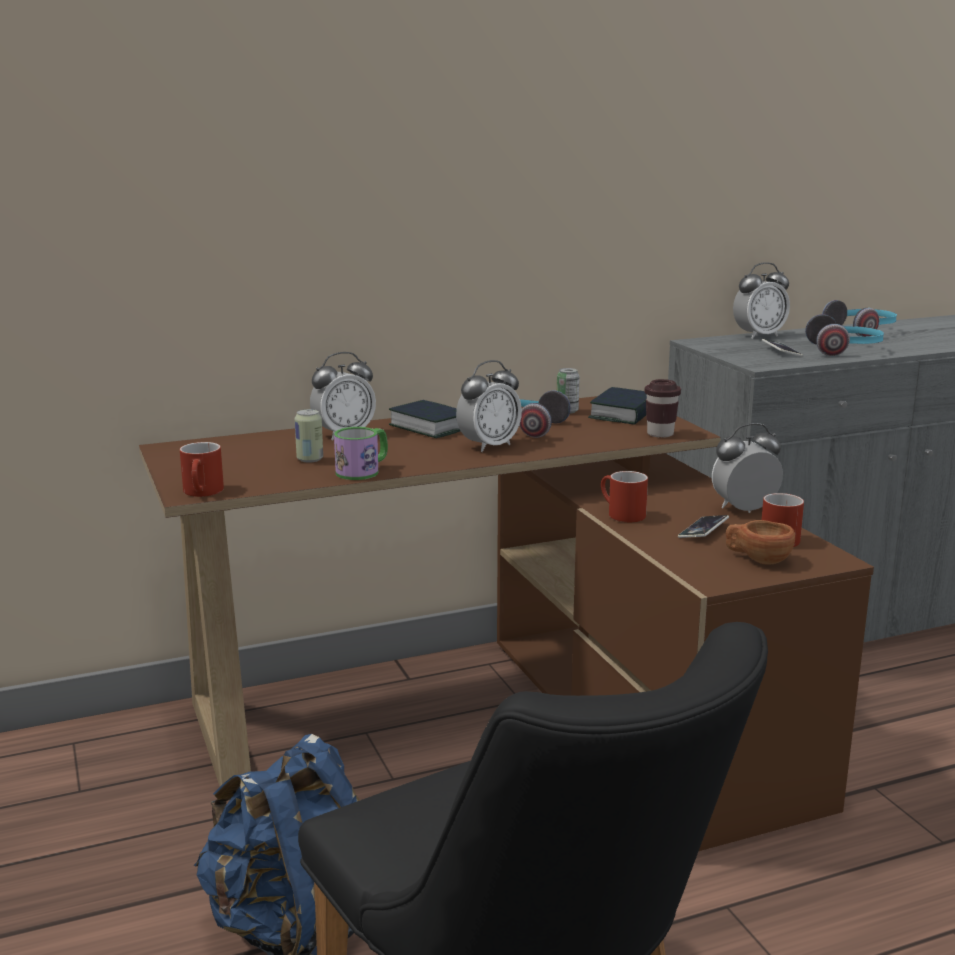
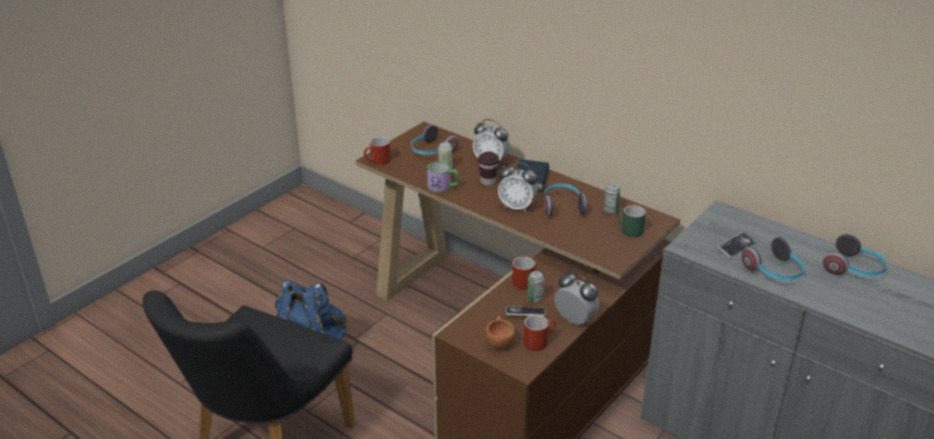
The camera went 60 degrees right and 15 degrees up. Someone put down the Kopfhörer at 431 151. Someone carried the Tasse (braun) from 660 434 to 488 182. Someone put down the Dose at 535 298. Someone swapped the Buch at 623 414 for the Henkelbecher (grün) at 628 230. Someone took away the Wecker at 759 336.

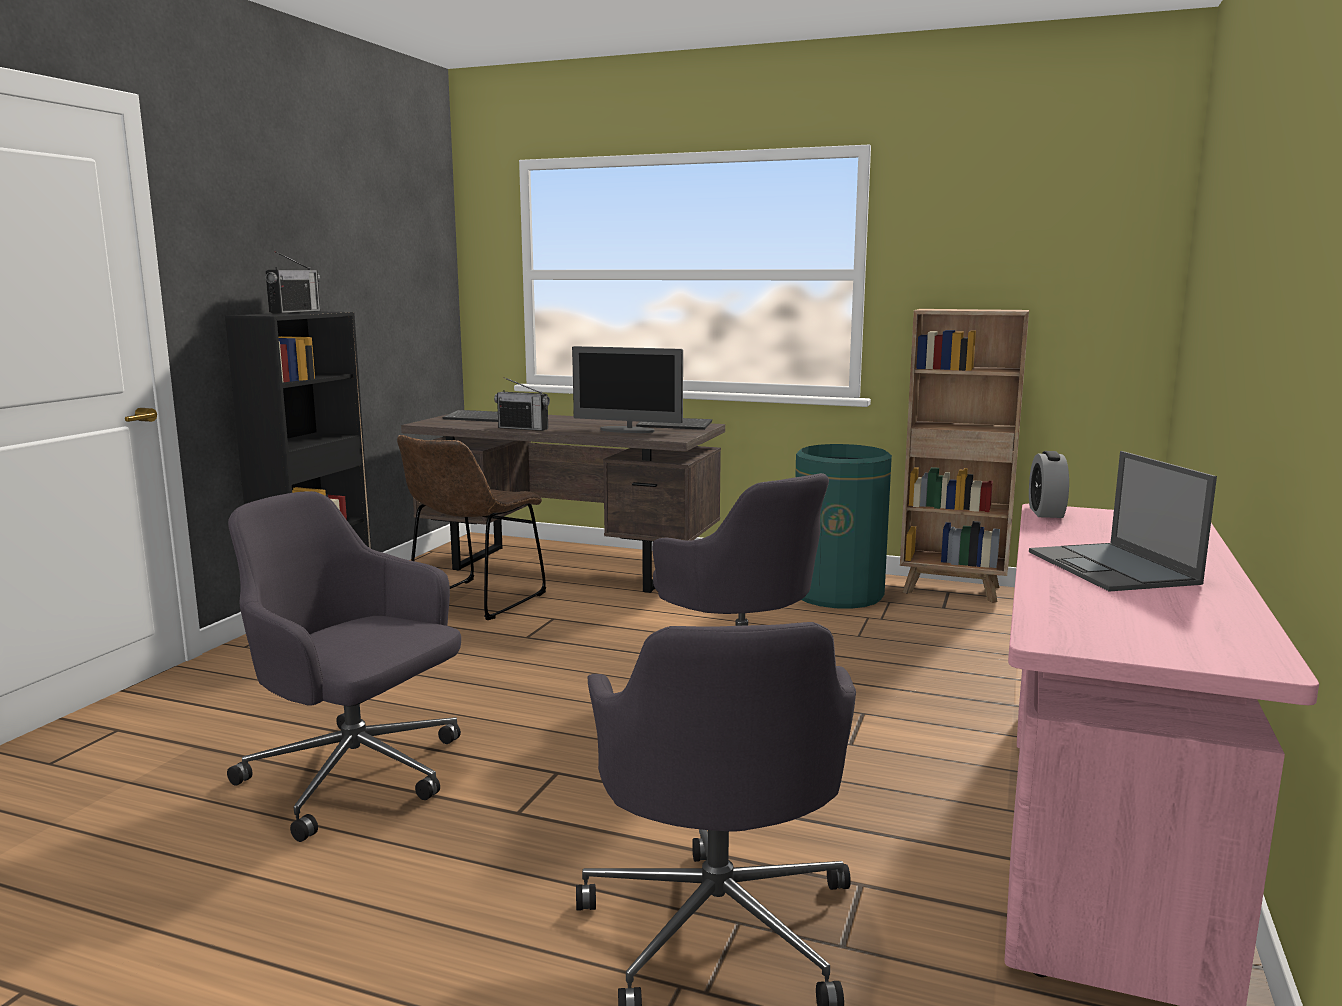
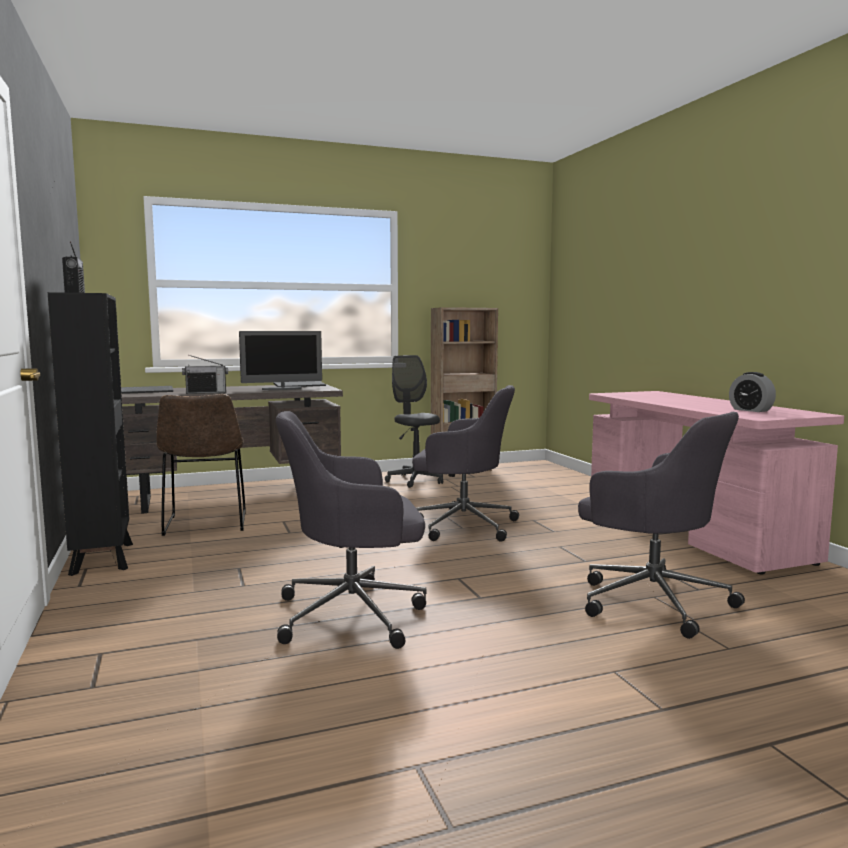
The camera went 40 degrees left and 5 degrees down. Someone swapped the Mülleimer (grün) at 838 594 for the Bürostuhl (grau) at 415 480. Someone carried the Wecker from 1046 512 to 750 410. Someone took away the Laptop at 1113 568.

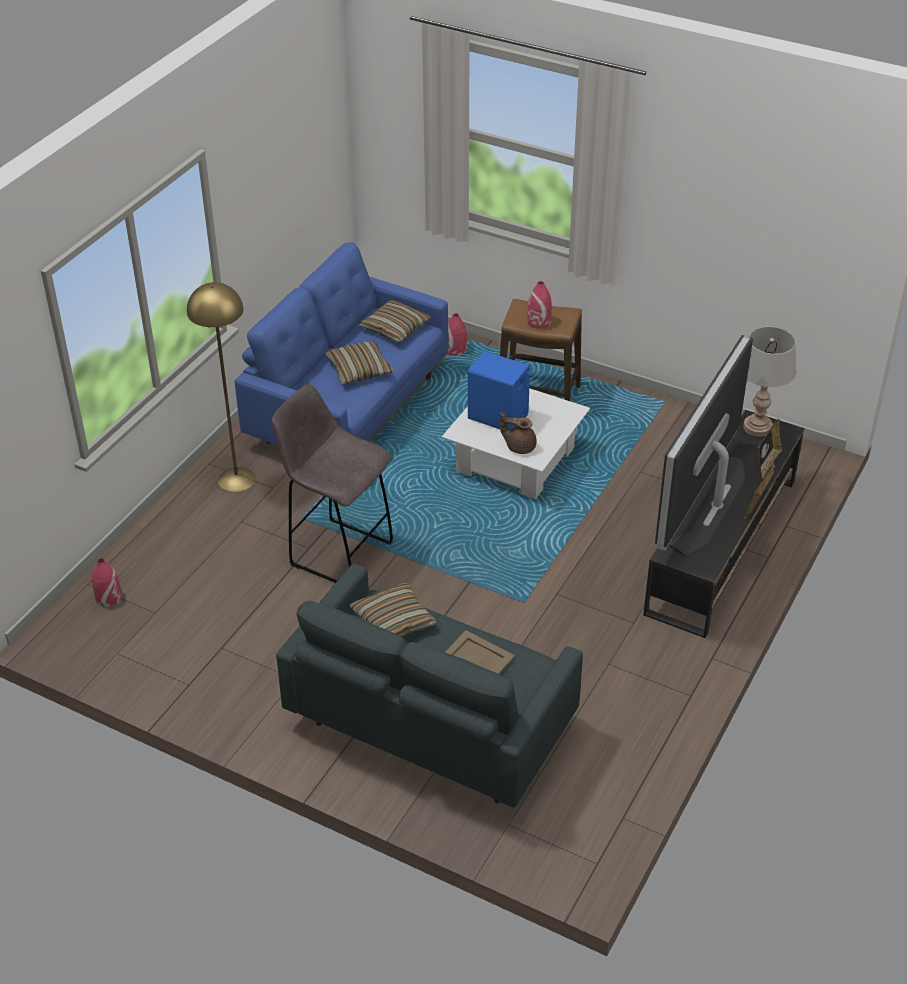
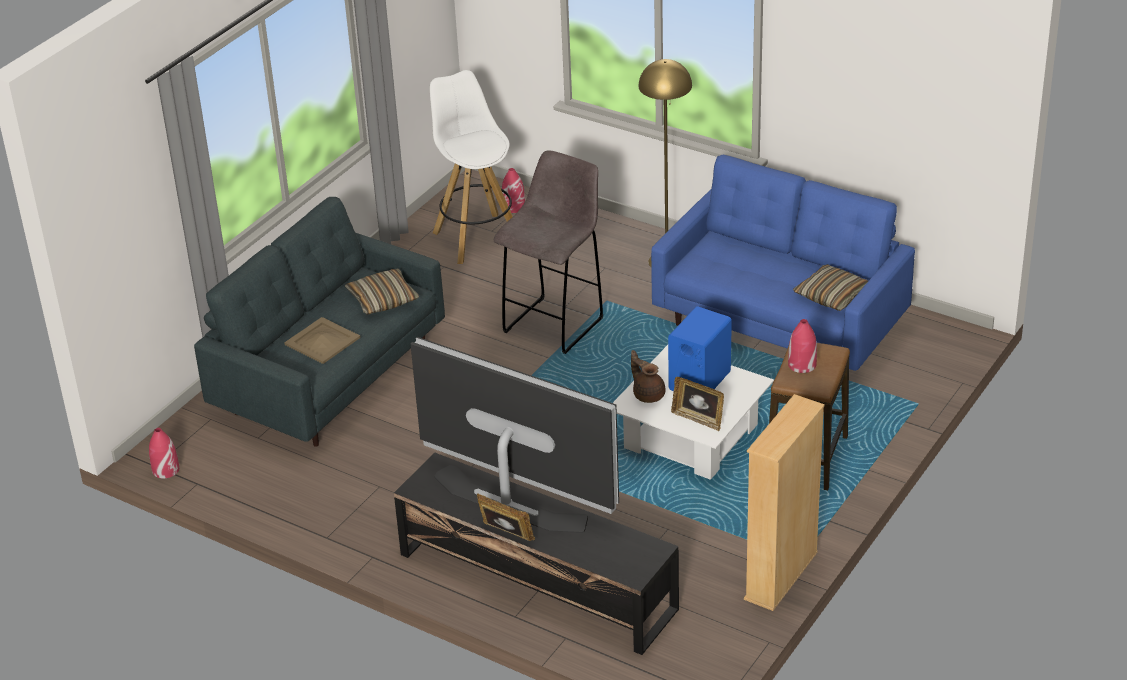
The camera went 95 degrees right and 5 degrees down. Someone carried the Vase (rot) from 455 350 to 165 470. Someone put down the Hocker (weiß) at 477 238. Someone rotated the Teekanne (braun) at 519 446 by 60 degrees counterclockwise. Someone carried the Bilderrahmen from 766 463 to 698 419. Someone put down the Bücherregal (beige) at 781 576. Someone took away the Kissen at 359 369. Someone took away the Tischlampe (grau) at 757 428.

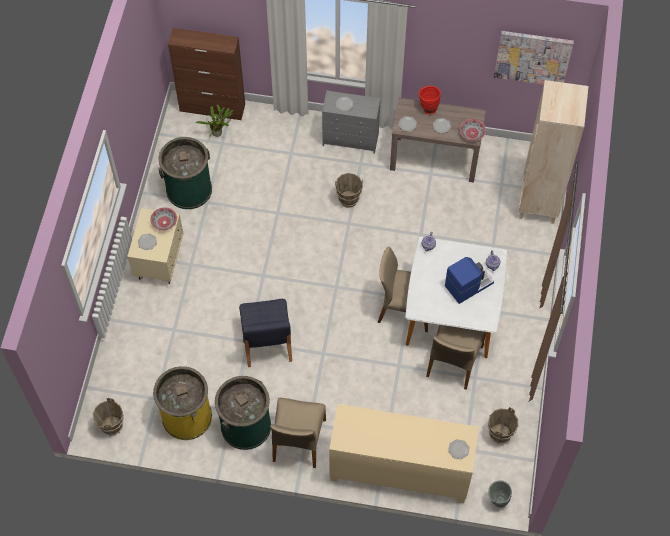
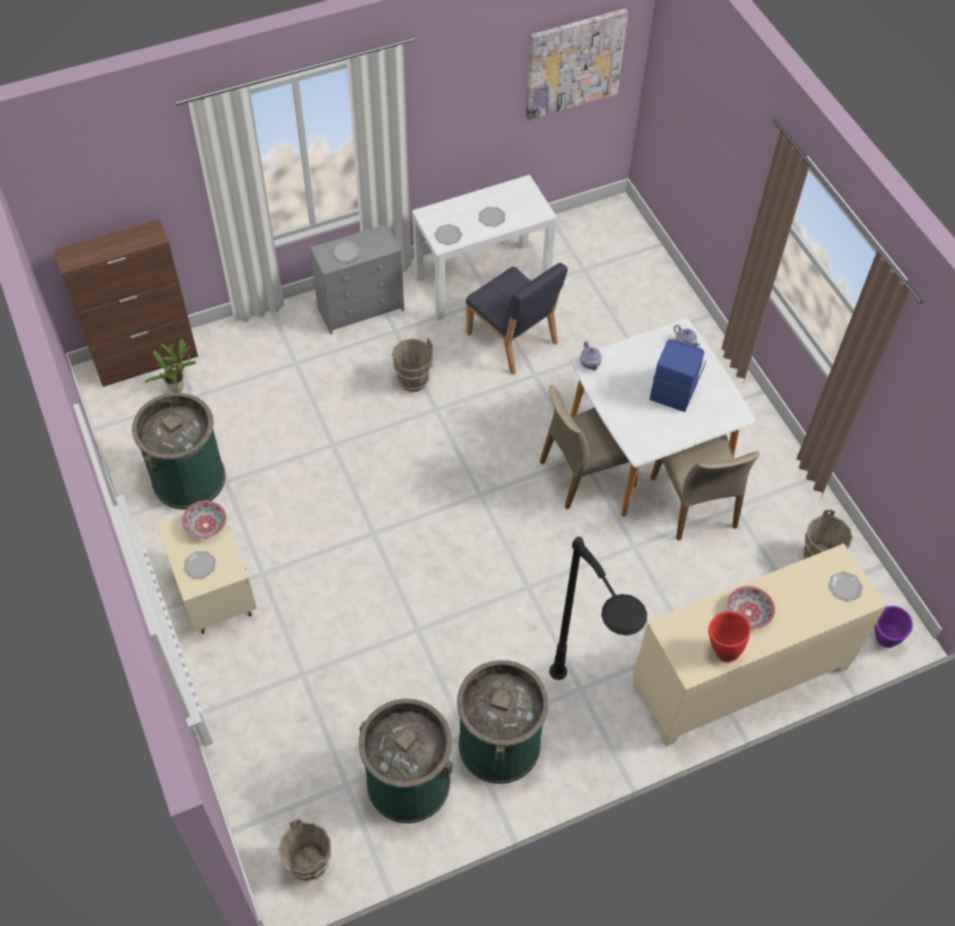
The camera went 35 degrees left and 5 degrees down. Someone repainted the Mülleimer (gelb) at 187 416, which became the Mülleimer (grün) at 408 782. Someone repainted the Konsolentisch (braun) at 435 158, which became the Konsolentisch (weiß) at 482 280. Someone carried the Stuhl (blau) from 266 342 to 512 339. Someone swapped the Stuhl (beige) at 298 441 for the Stehlampe (schwarz) at 583 720. Someone carried the Vase (rot) from 428 108 to 721 650. Someone carried the Schüssel from 471 133 to 748 613. Someone repainted the Vase (grau) at 497 501, which became the Vase (lila) at 883 641. Someone took away the Bücherregal (beige) at 539 203.

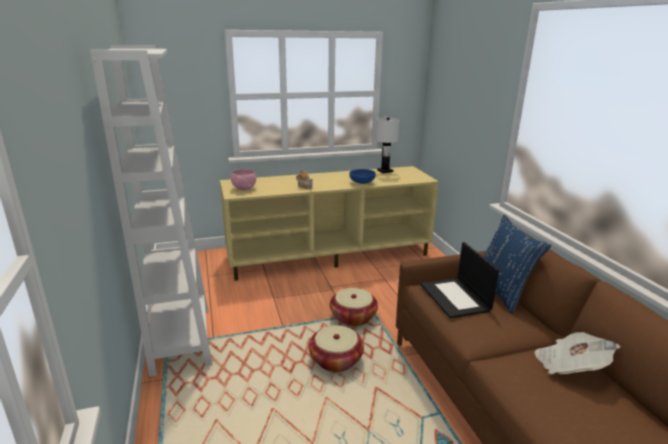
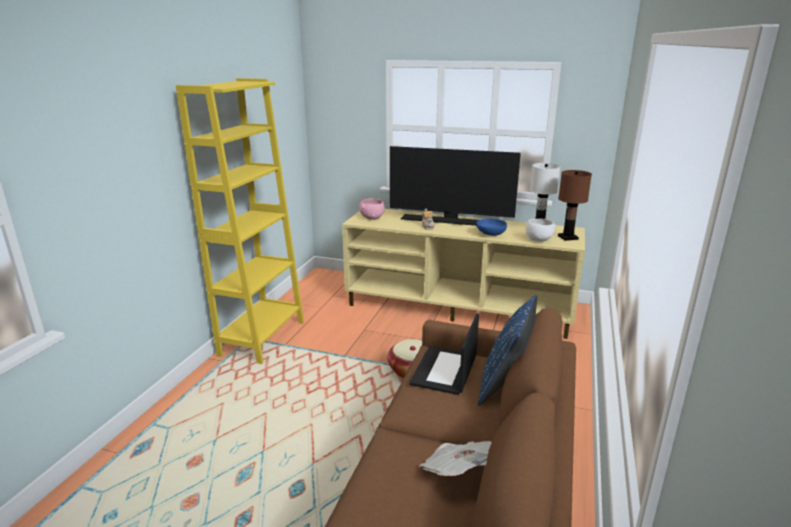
The camera went 35 degrees right and 0 degrees up. Someone repainted the Bücherregal (weiß) at 181 340, which became the Bücherregal (gelb) at 262 338. Someone put down the Fernseher at 451 221. Someone put down the Schüssel (weiß) at 538 240. Someone put down the Tischlampe (braun) at 567 237. Someone took away the Korb at 335 360.

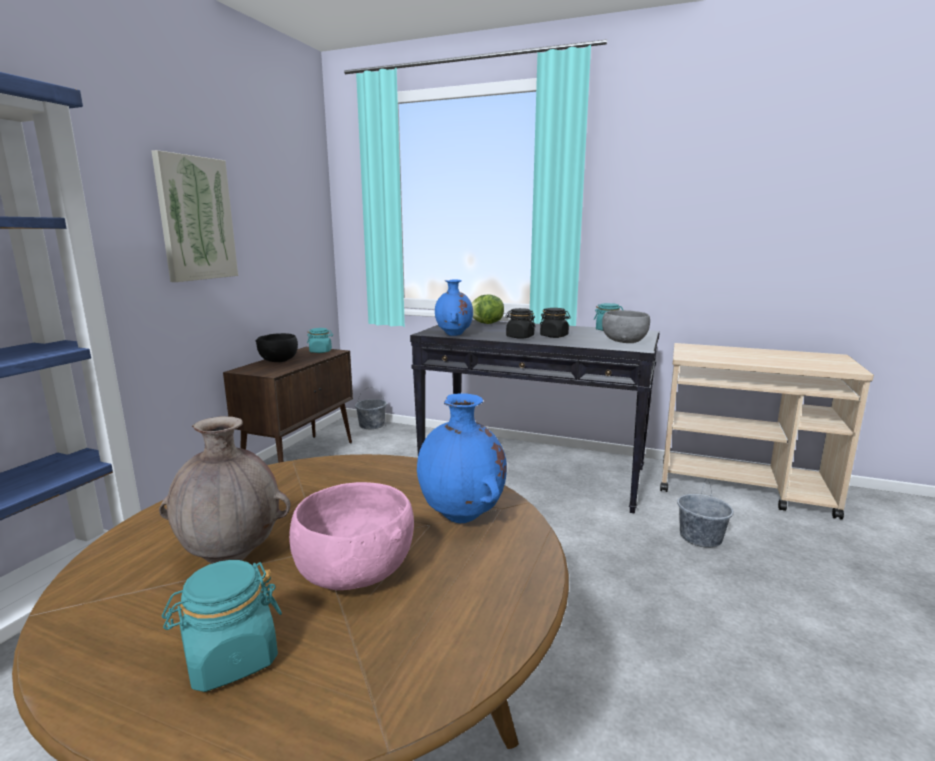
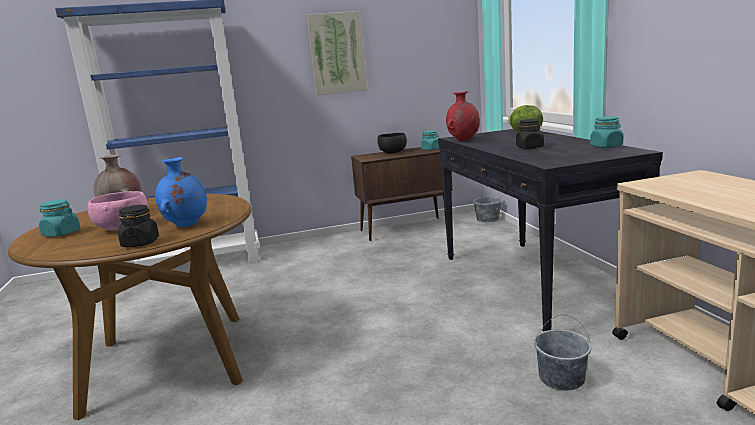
The camera went 55 degrees right and 0 degrees up. Someone carried the Vorratsglas (schwarz) from 519 337 to 140 243. Someone repainted the Vase (blau) at 454 335, which became the Vase (rot) at 463 140. Someone took away the Schüssel (grau) at 623 341.

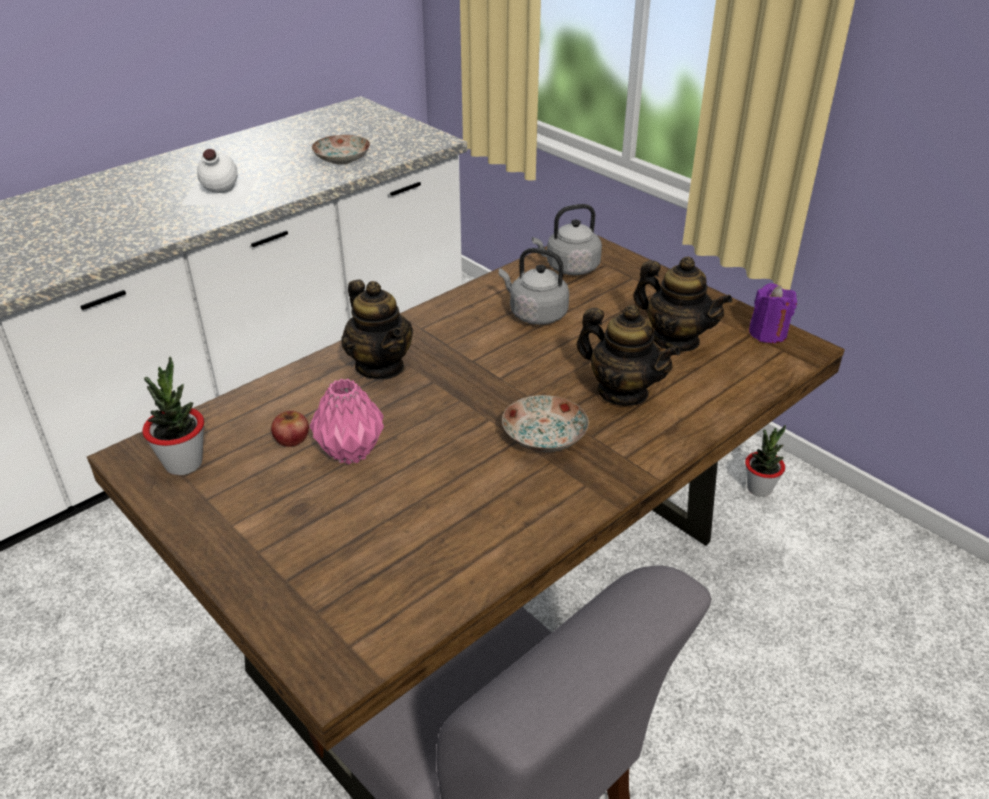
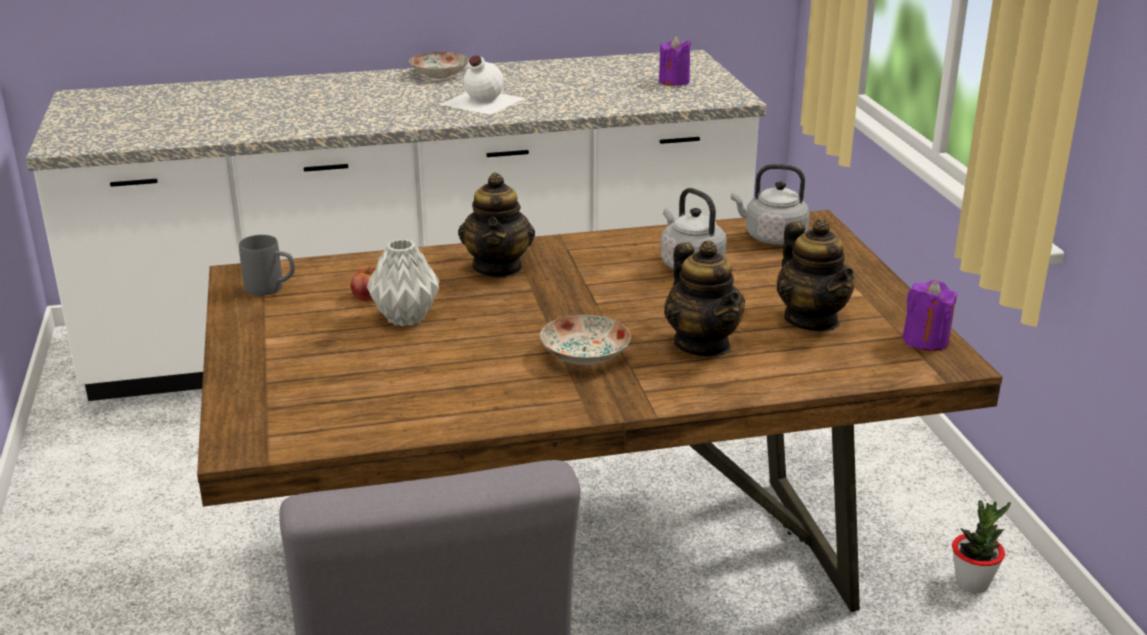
The camera went 30 degrees right and 10 degrees down. Someone swapped the Topfpflanze at 183 463 for the Henkelbecher (grau) at 272 289. Someone repainted the Vase (rosa) at 352 452, which became the Vase (grau) at 406 319. Someone carried the Teller from 342 159 to 440 74. Someone put down the Kerze (lila) at 674 82.

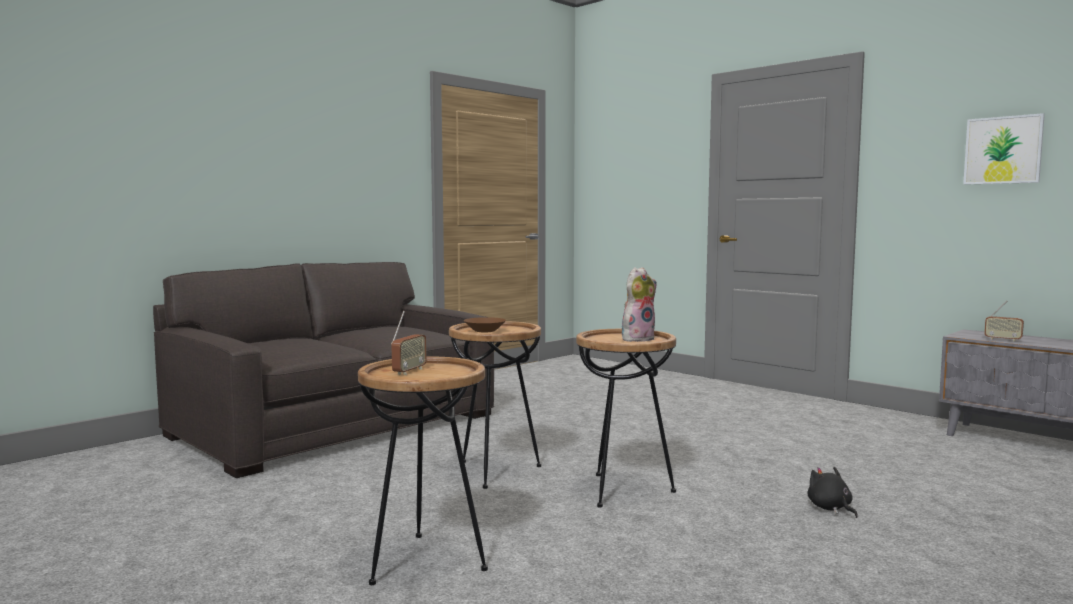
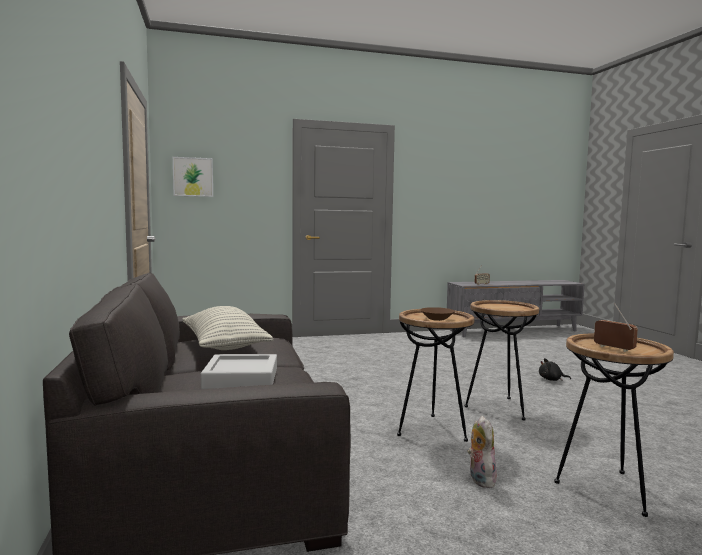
The camera went 60 degrees left and 0 degrees up. Someone carried the Bild from 1003 150 to 193 177. Someone put down the Kissen at 224 346. Someone put down the Tablett (grau) at 241 378. Someone carried the Plüschtier from 637 339 to 479 479.

